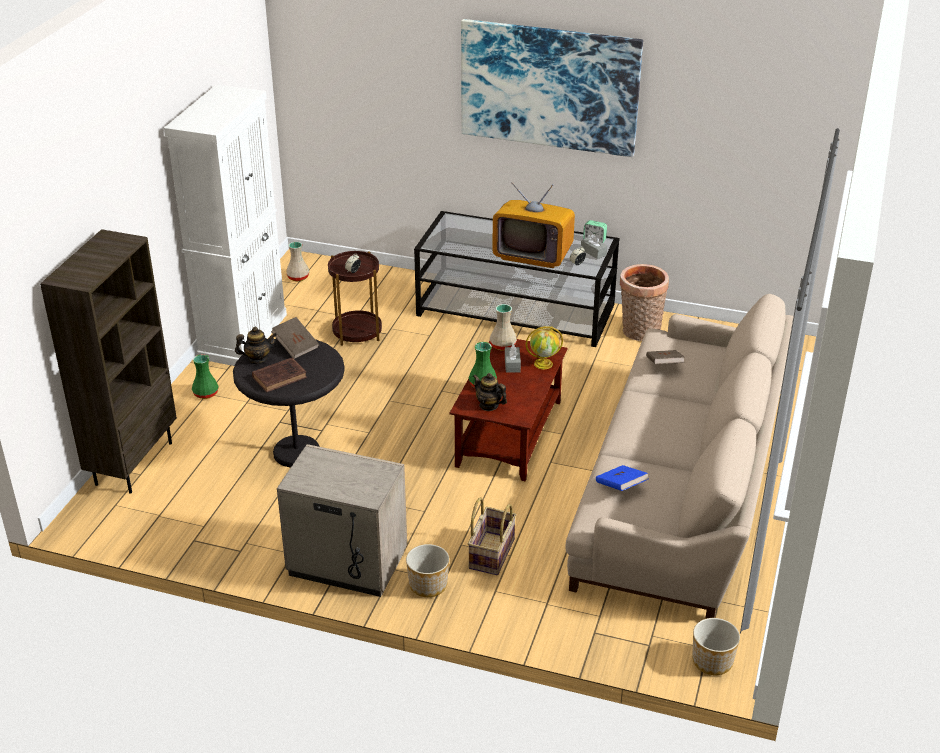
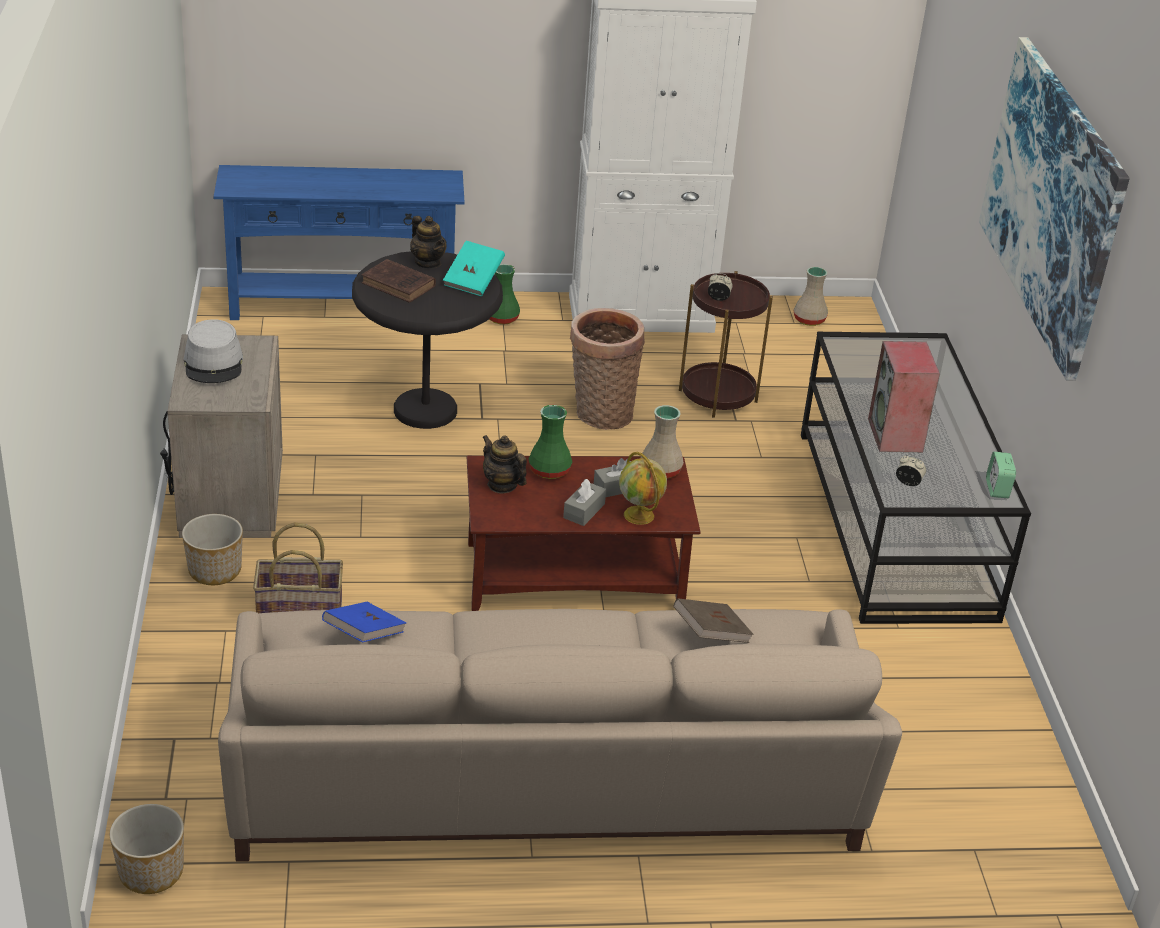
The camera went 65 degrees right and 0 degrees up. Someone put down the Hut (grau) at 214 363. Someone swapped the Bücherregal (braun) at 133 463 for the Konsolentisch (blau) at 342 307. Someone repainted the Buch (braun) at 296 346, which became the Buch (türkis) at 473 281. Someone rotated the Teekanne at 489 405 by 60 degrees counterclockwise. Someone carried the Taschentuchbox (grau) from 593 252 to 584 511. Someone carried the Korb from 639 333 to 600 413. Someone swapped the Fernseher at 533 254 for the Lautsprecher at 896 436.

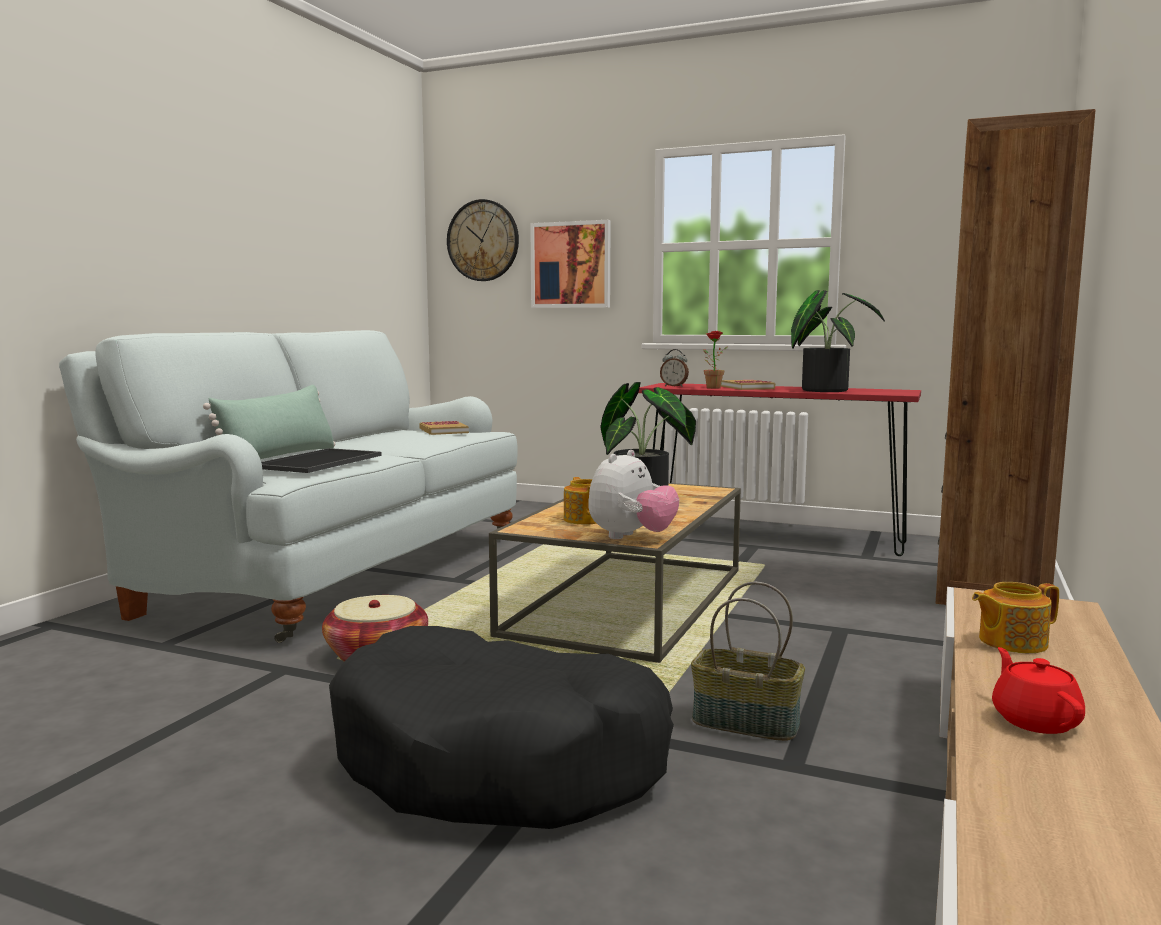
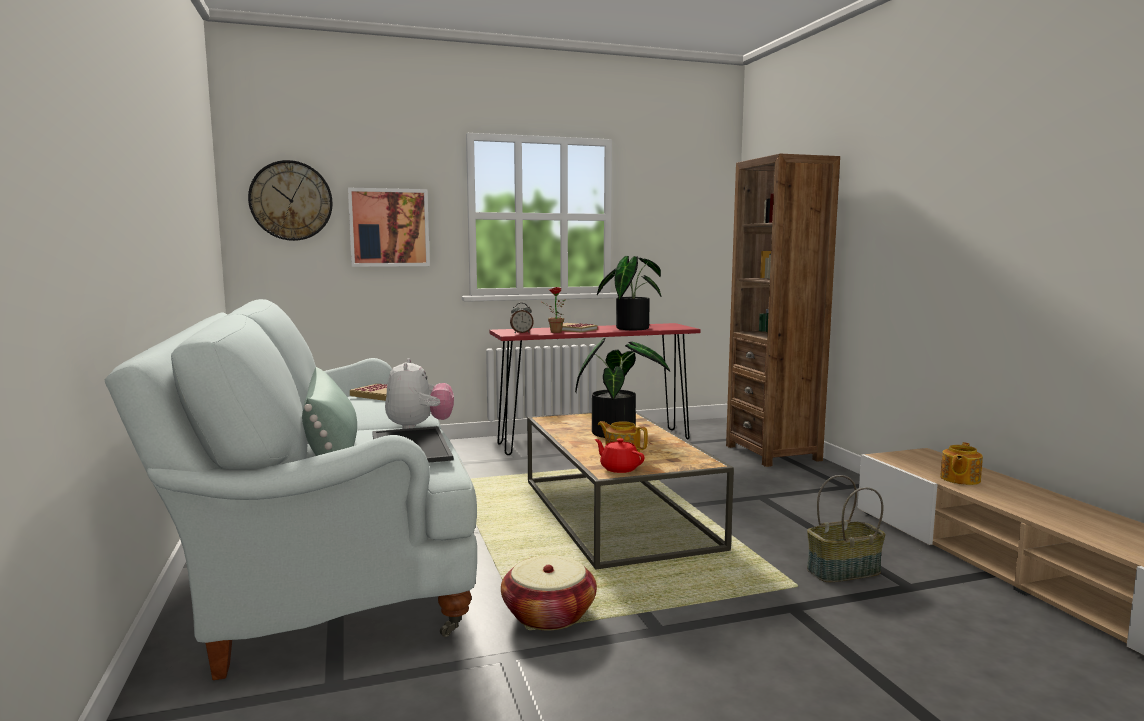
The camera went 40 degrees left and 0 degrees up. Someone carried the Plüschtier from 631 537 to 419 427. Someone carried the Teekanne (rot) from 1035 720 to 619 468. Someone took away the Hundebett (schwarz) at 501 761.

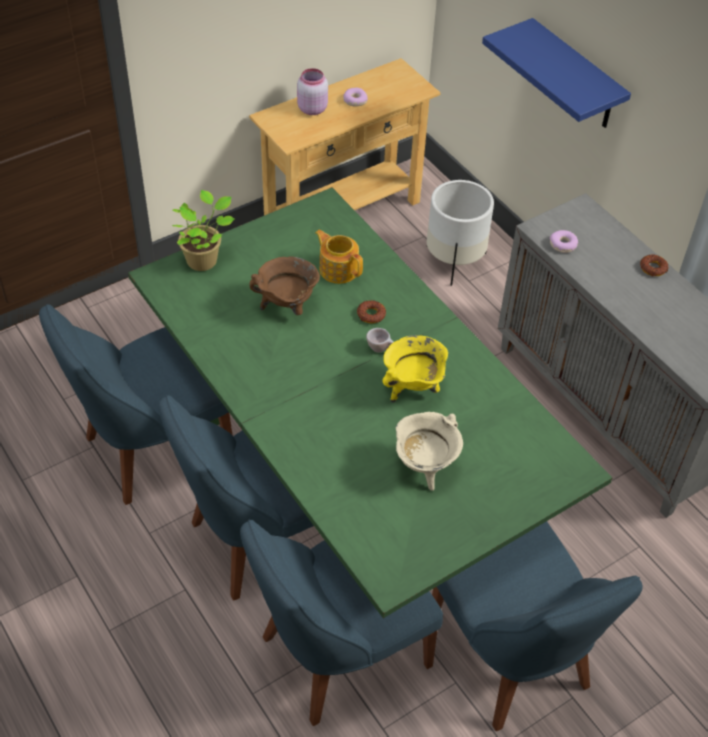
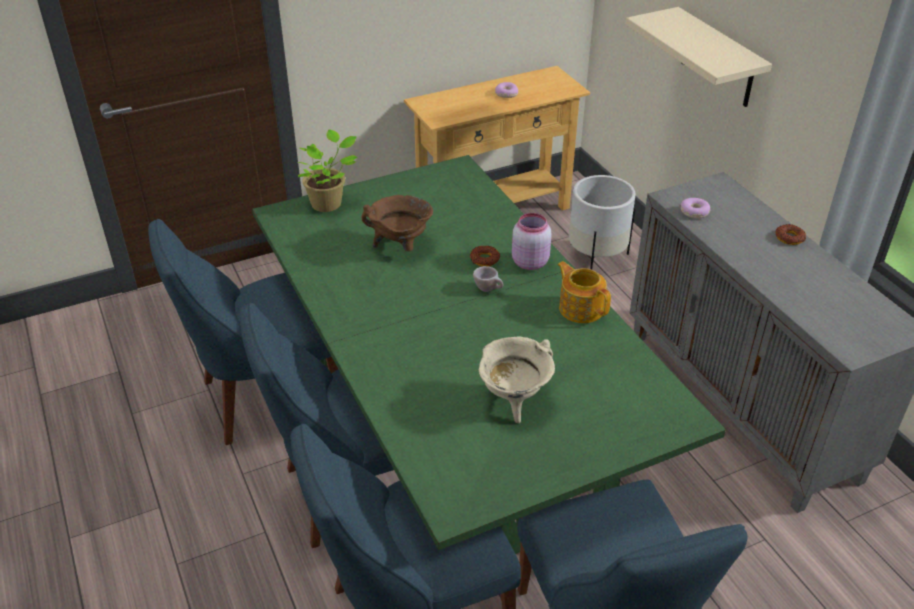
The camera went 10 degrees right and 10 degrees down. Someone carried the Vorratsglas (rosa) from 311 108 to 529 262. Someone carried the Teekanne from 338 269 to 581 308. Someone repainted the Wandregal (blau) at 575 77, which became the Wandregal (beige) at 718 59. Someone took away the Kochtopf (gelb) at 413 388.

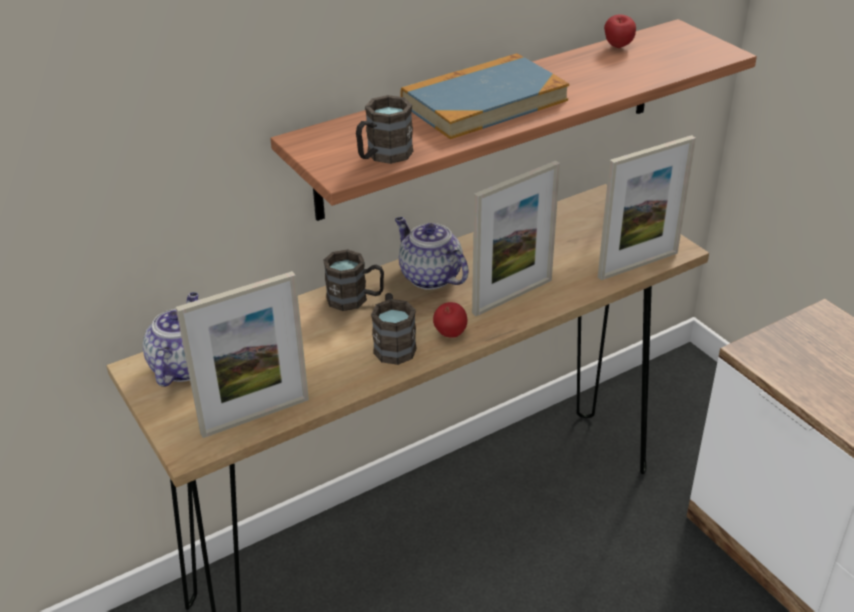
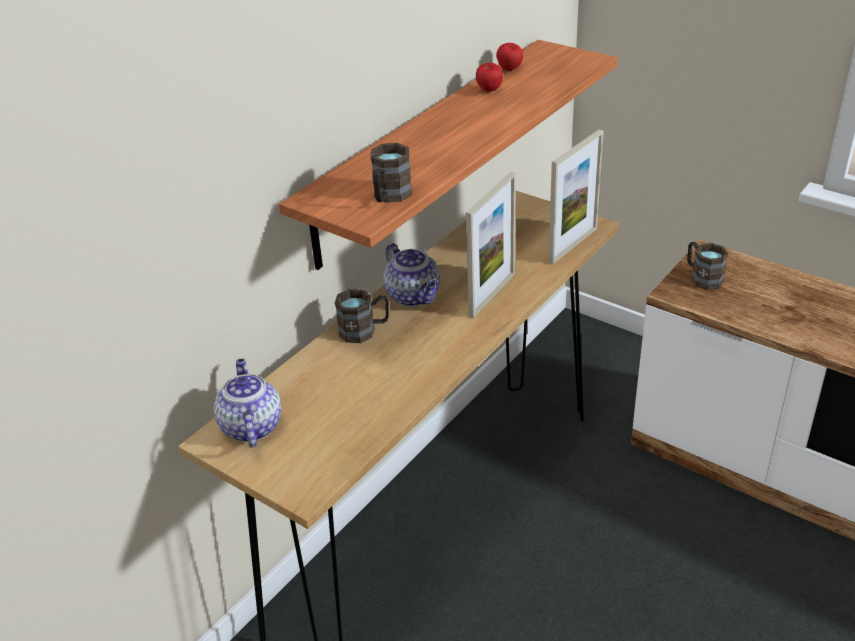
The camera went 20 degrees left and 0 degrees up. Someone rotated the Teekanne at 429 276 by 150 degrees counterclockwise. Someone carried the Apfel from 450 335 to 489 91. Someone carried the Henkelbecher (braun) from 393 344 to 702 277. Someone took away the Bilderrahmen at 255 416. Someone took away the Buch at 484 102.

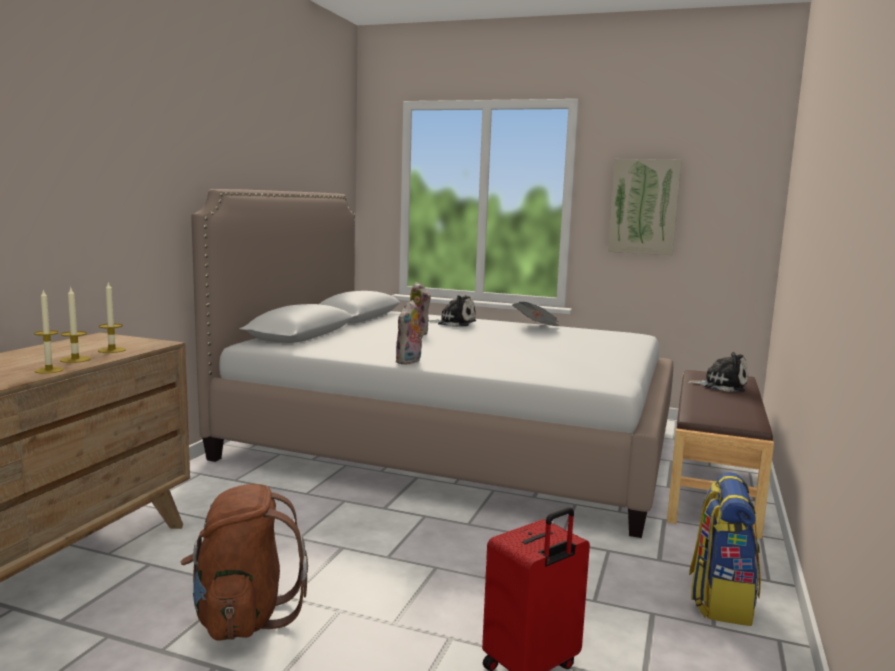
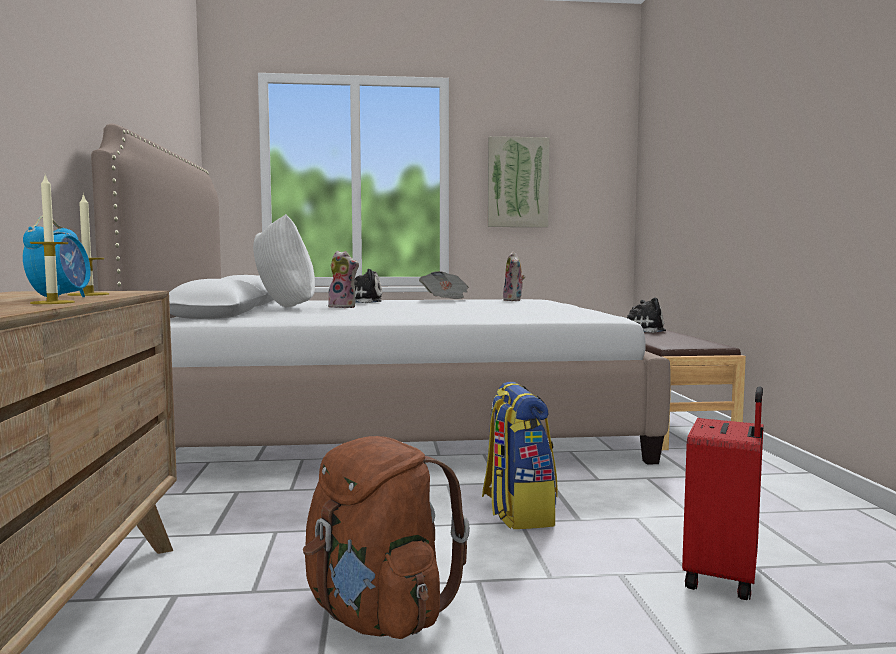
The camera went 25 degrees left and 5 degrees down. Someone swapped the Kerze at 75 359 for the Wecker at 60 298. Someone put down the Kissen (weiß) at 283 308. Someone carried the Rucksack from 720 600 to 517 512. Someone carried the Plüschtier from 409 362 to 514 300.

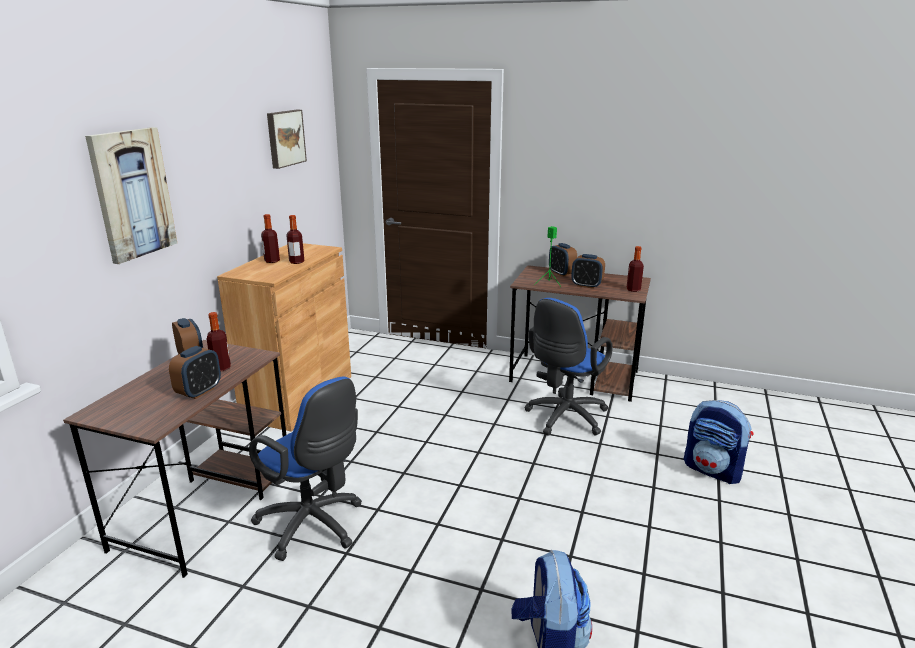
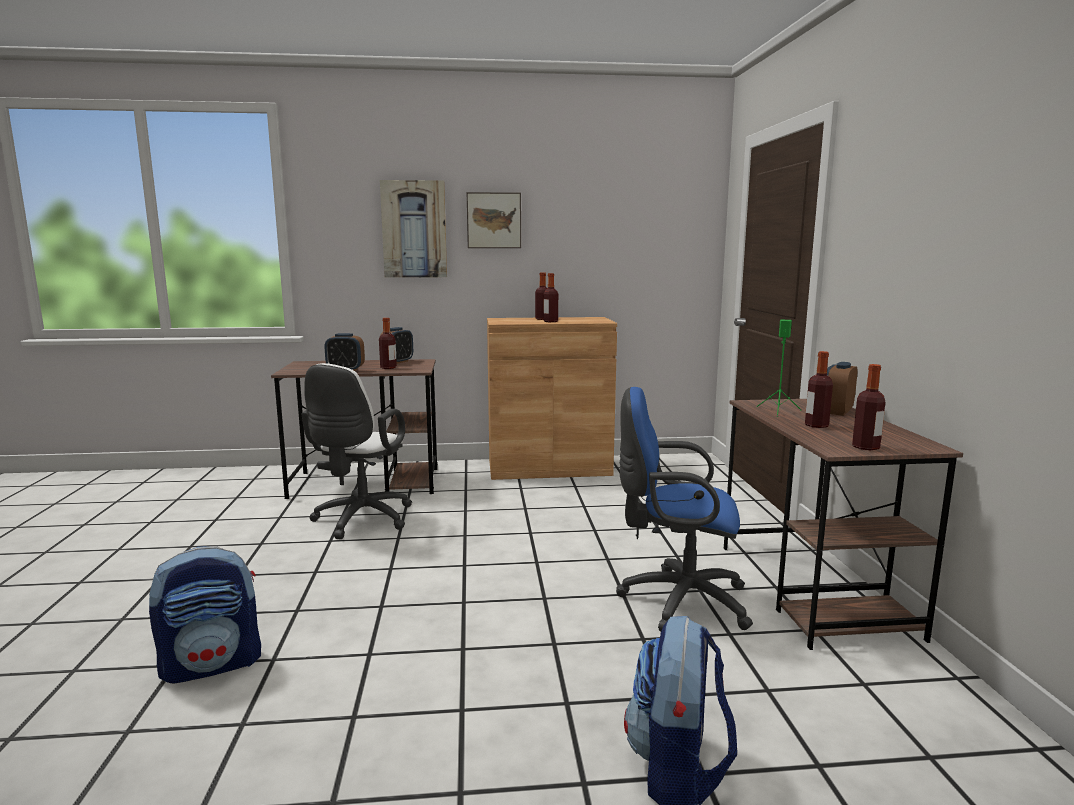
The camera went 65 degrees right and 10 degrees down. Someone repainted the Bürostuhl (blau) at 314 526, which became the Bürostuhl (weiß) at 360 521. Someone carried the Bild from 285 138 to 494 220. Someone swapped the Wecker at 586 285 for the Flasche at 816 425.

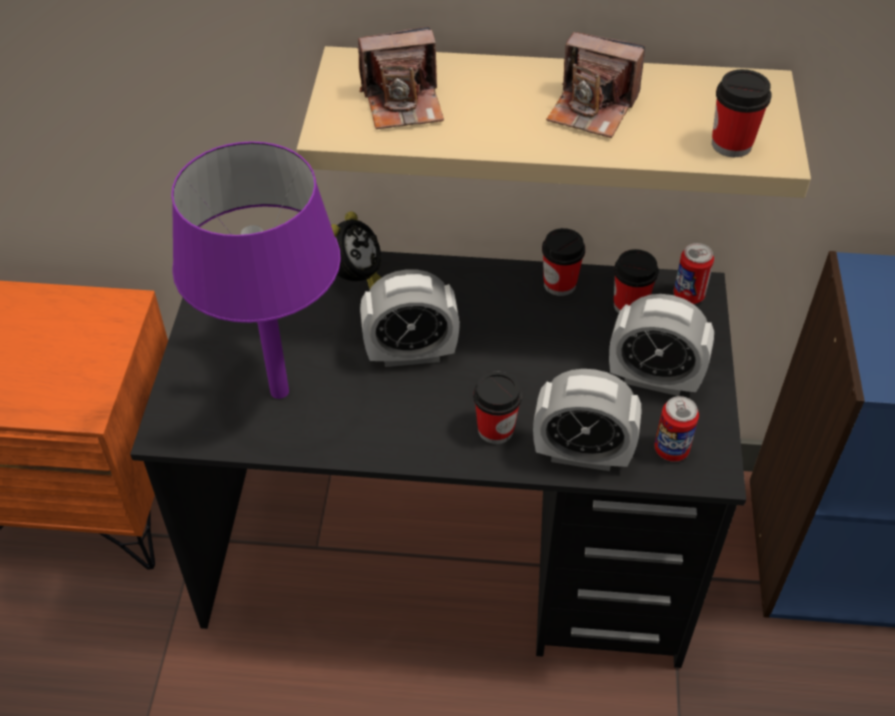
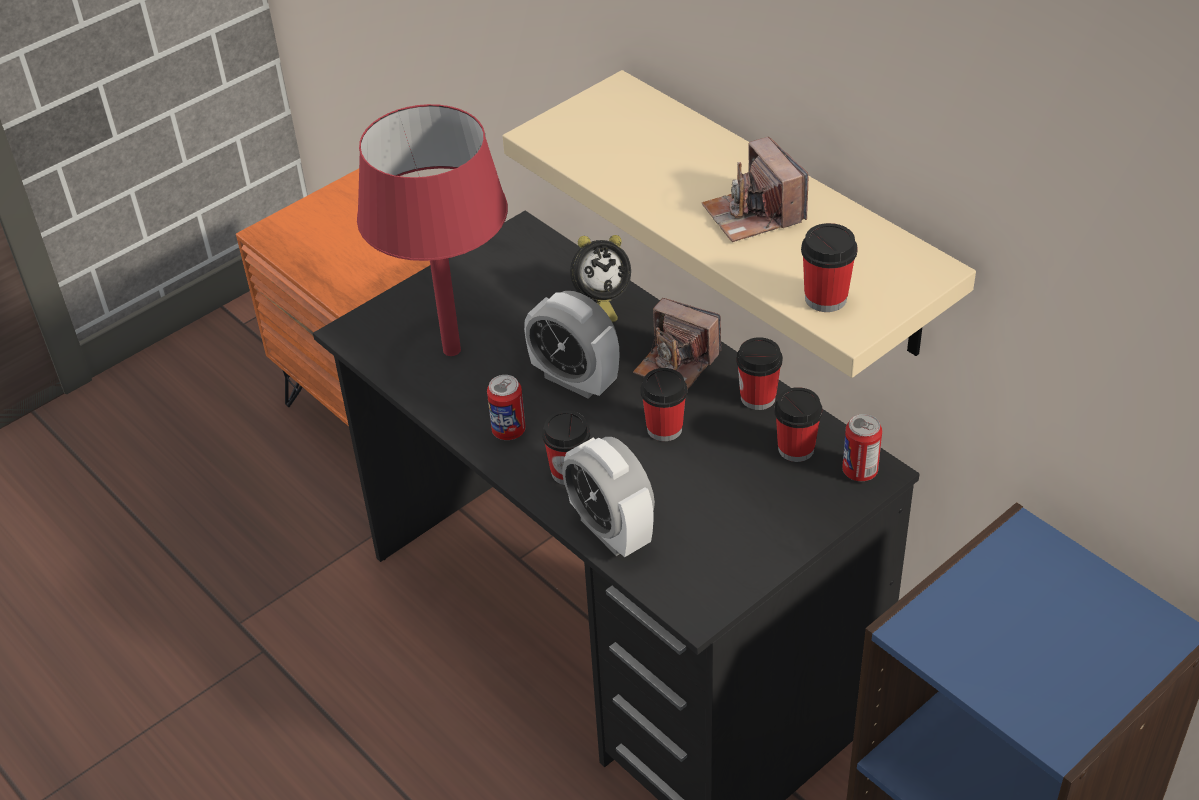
The camera went 45 degrees right and 5 degrees down. Someone repainted the Tischlampe (lila) at 279 391, which became the Tischlampe (rot) at 452 349. Someone carried the Dose from 671 449 to 508 431. Someone carried the Kamera from 403 103 to 677 364. Someone put down the Tasse at 664 428. Someone took away the Wecker at 653 379.

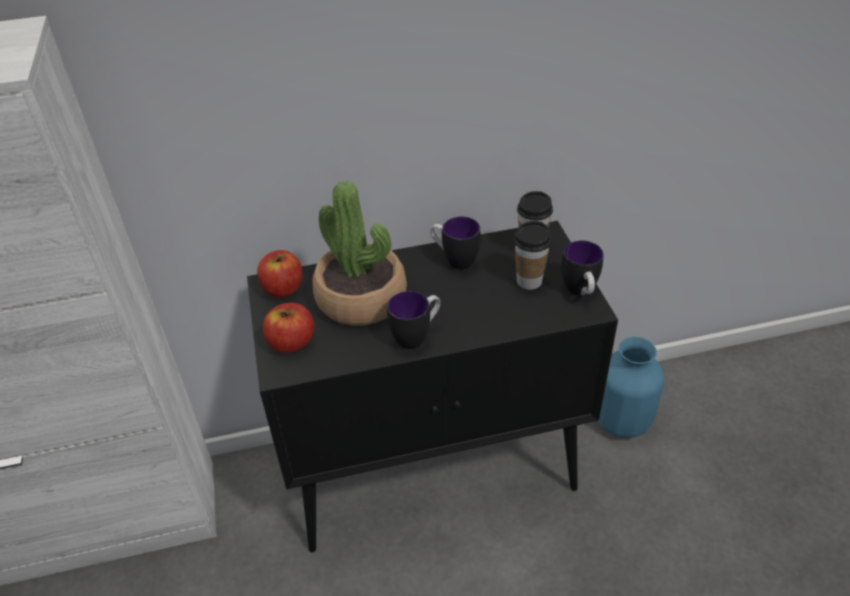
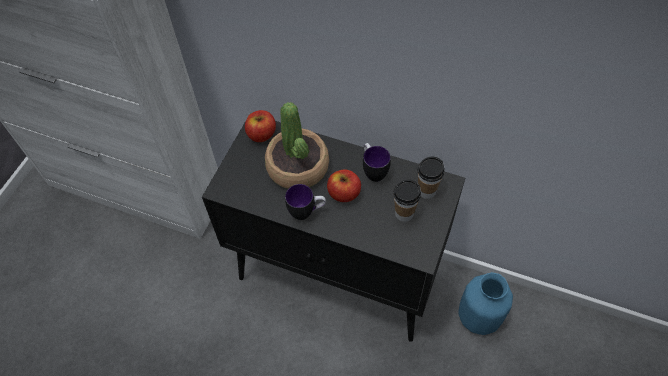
The camera went 35 degrees right and 15 degrees up. Someone carried the Apfel from 291 342 to 344 193. Someone took away the Henkelbecher at 580 293.

